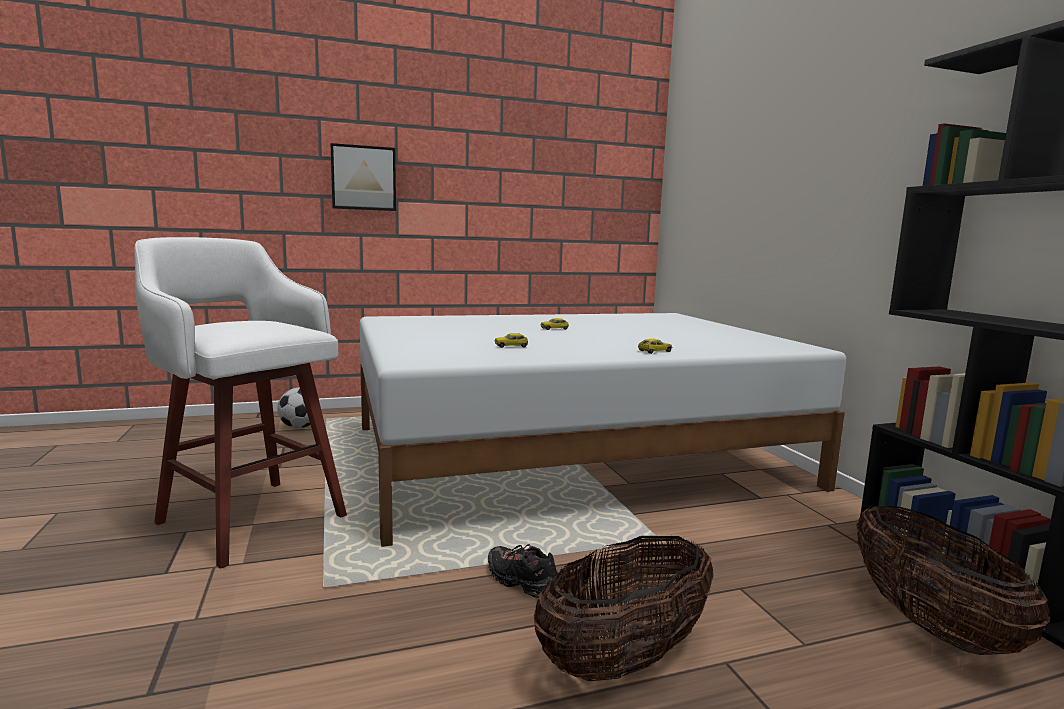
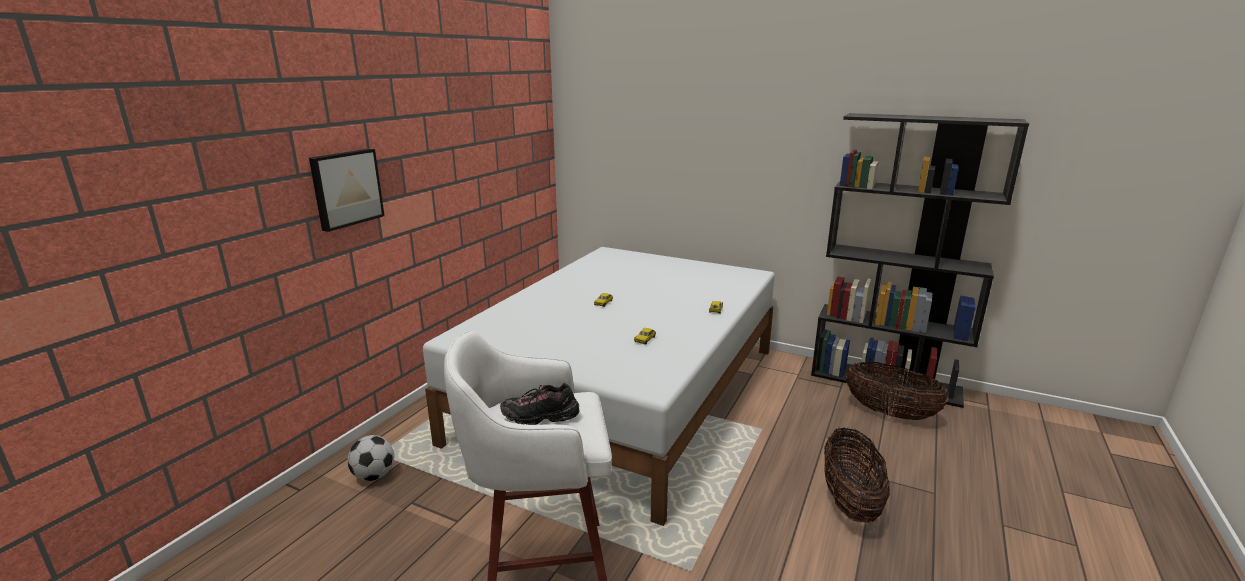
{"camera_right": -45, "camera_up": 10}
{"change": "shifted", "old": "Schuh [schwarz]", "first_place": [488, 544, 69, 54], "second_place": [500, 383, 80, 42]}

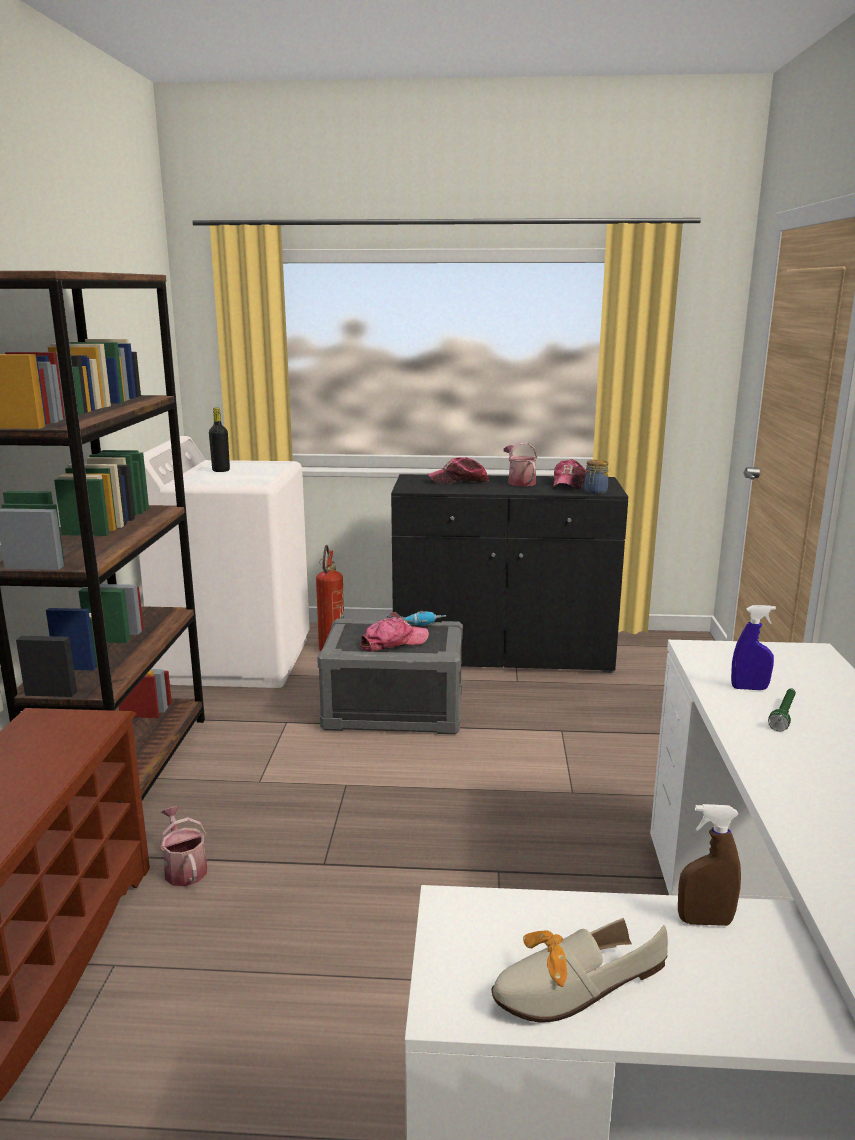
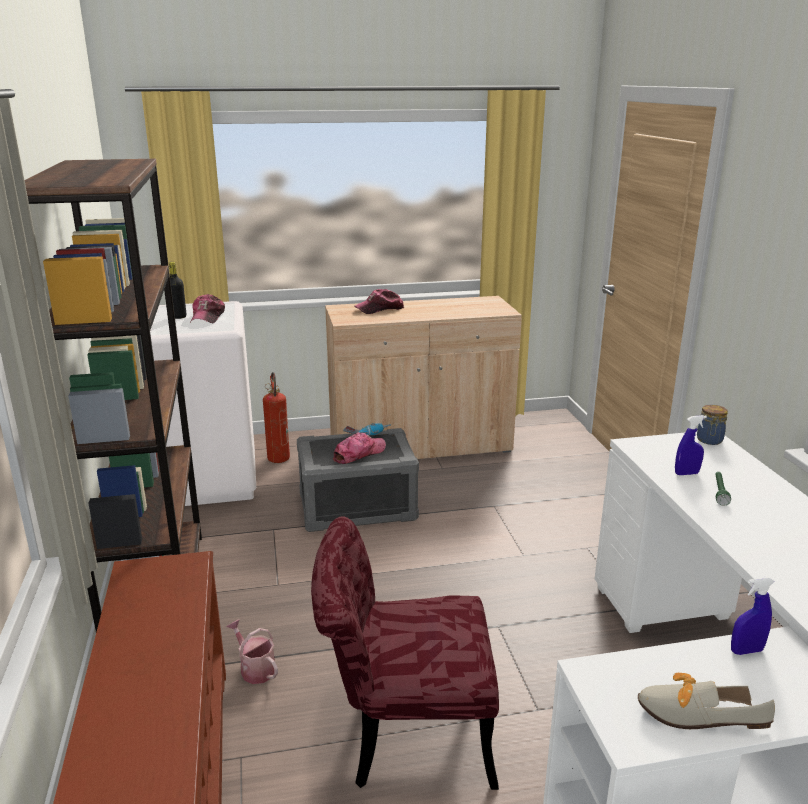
{"camera_right": -15, "camera_up": 5}
{"change": "gone", "old": "Gießkanne", "first_place": [503, 442, 34, 44]}
{"change": "shifted", "old": "Kappe", "first_place": [553, 459, 34, 31], "second_place": [190, 294, 35, 29]}
{"change": "shifted", "old": "Vorratsglas", "first_place": [584, 460, 25, 34], "second_place": [697, 405, 31, 40]}
{"change": "repainted", "old": "Schrank [schwarz]", "new": "Schrank [beige]", "first_place": [391, 474, 237, 199], "second_place": [325, 296, 197, 163]}
{"change": "repainted", "old": "Sprühflasche [braun]", "new": "Sprühflasche [blau]", "first_place": [678, 804, 63, 122], "second_place": [731, 576, 44, 79]}
{"change": "rotated", "old": "Schuh", "first_place": [491, 918, 177, 105], "second_place": [638, 673, 137, 56], "degrees": 45}
{"change": "new", "new": "Stuhl [rot]", "second_place": [311, 516, 188, 274]}

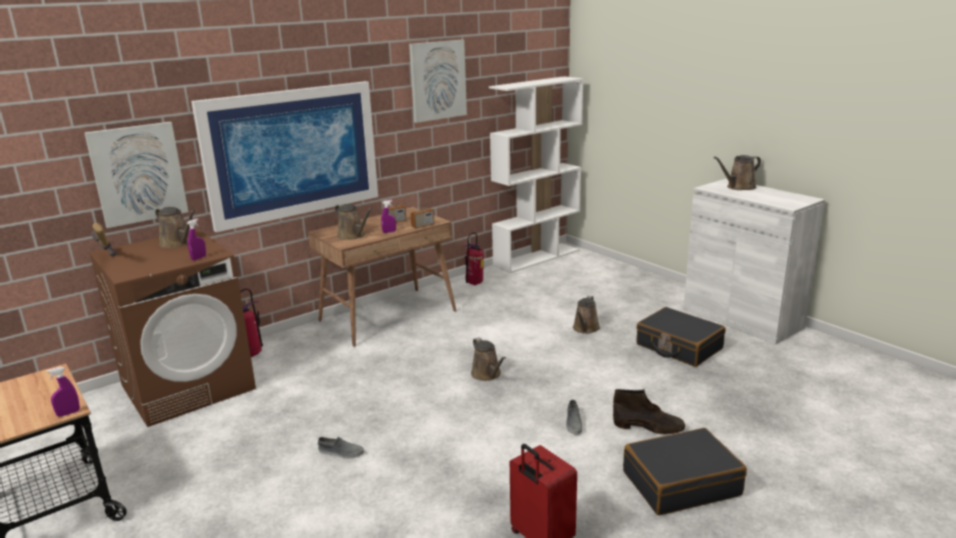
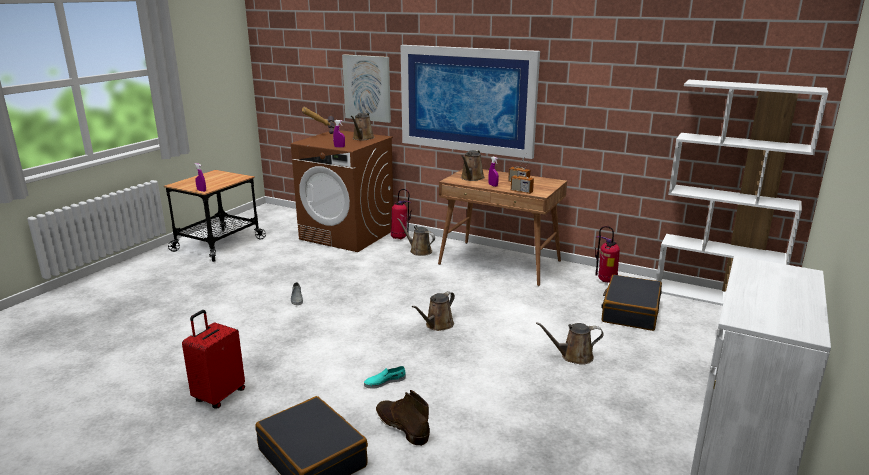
{"camera_right": 65, "camera_up": 0}
{"change": "gone", "old": "Bild", "first_place": [409, 40, 58, 83]}
{"change": "shifted", "old": "Gießkanne [braun]", "first_place": [714, 155, 47, 35], "second_place": [398, 218, 37, 38]}
{"change": "shifted", "old": "Koffer [schwarz]", "first_place": [636, 307, 89, 60], "second_place": [602, 275, 60, 56]}
{"change": "rotated", "old": "Stiefel [braun]", "first_place": [613, 389, 72, 46], "second_place": [376, 390, 54, 56], "degrees": 150}
{"change": "repainted", "old": "Schuh [grau]", "new": "Schuh [türkis]", "first_place": [566, 400, 16, 35], "second_place": [364, 366, 42, 23]}

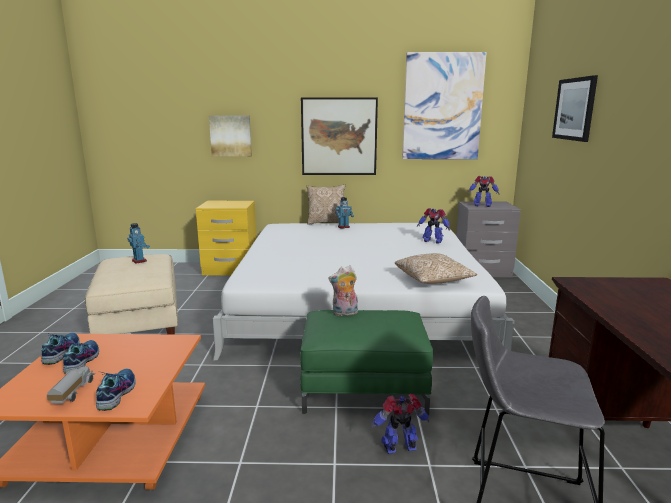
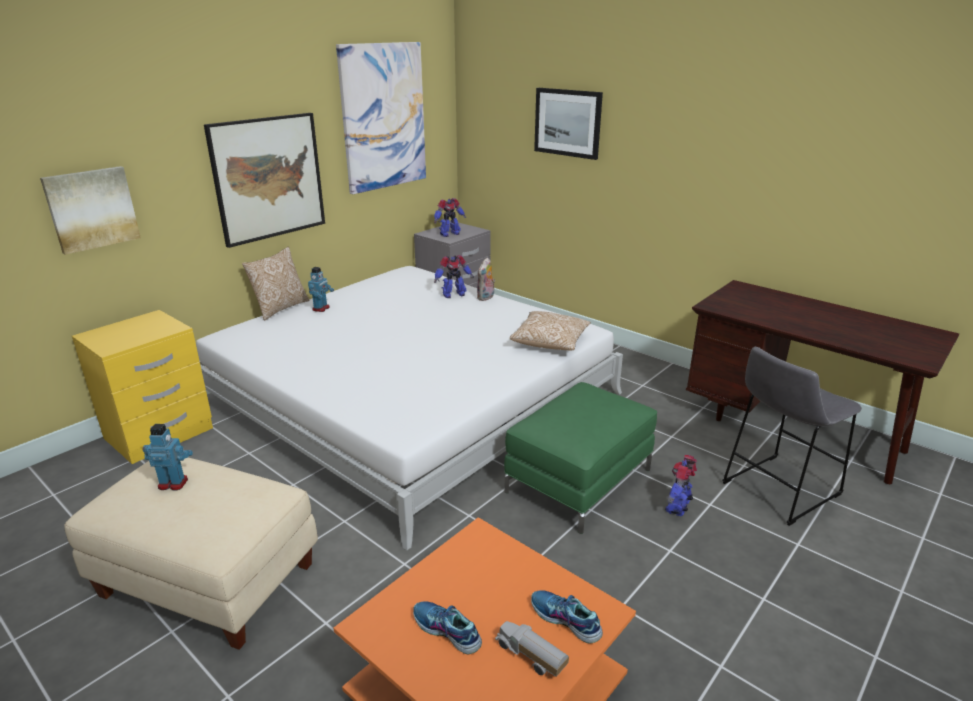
{"camera_right": -50, "camera_up": 10}
{"change": "shifted", "old": "Plüschtier", "first_place": [328, 266, 30, 50], "second_place": [477, 257, 18, 44]}
{"change": "gone", "old": "Schuh", "first_place": [41, 332, 39, 33]}

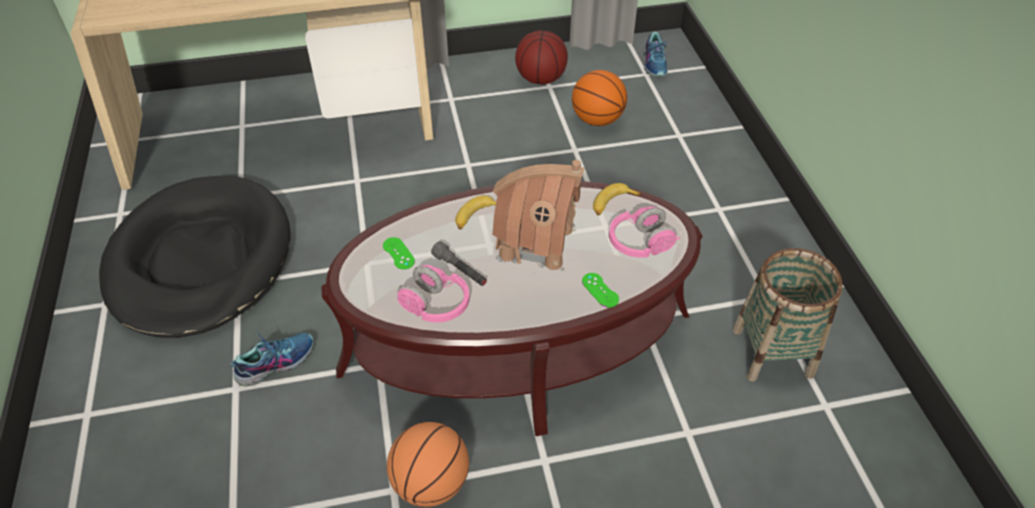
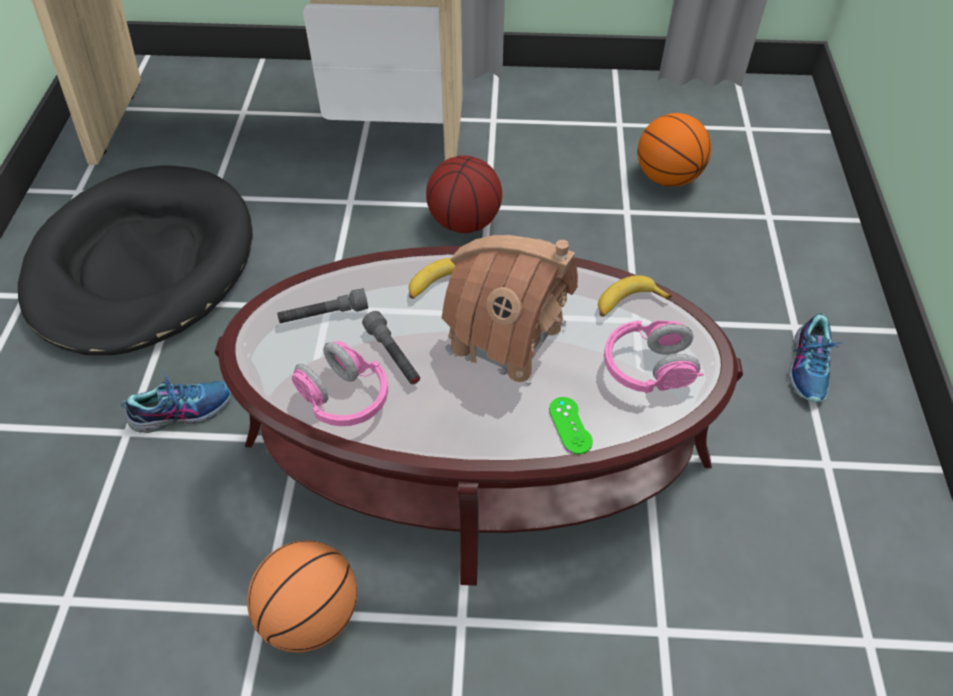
{"camera_right": 15, "camera_up": 5}
{"change": "shifted", "old": "Basketball", "first_place": [515, 30, 53, 54], "second_place": [426, 155, 76, 78]}
{"change": "shifted", "old": "Schuh", "first_place": [644, 32, 27, 44], "second_place": [788, 313, 58, 90]}
{"change": "swapped", "old": "Gamepad [grün]", "new": "Taschenlampe [grau]", "first_place": [383, 237, 32, 32], "second_place": [277, 288, 91, 35]}
{"change": "gone", "old": "Korb", "first_place": [733, 248, 110, 134]}

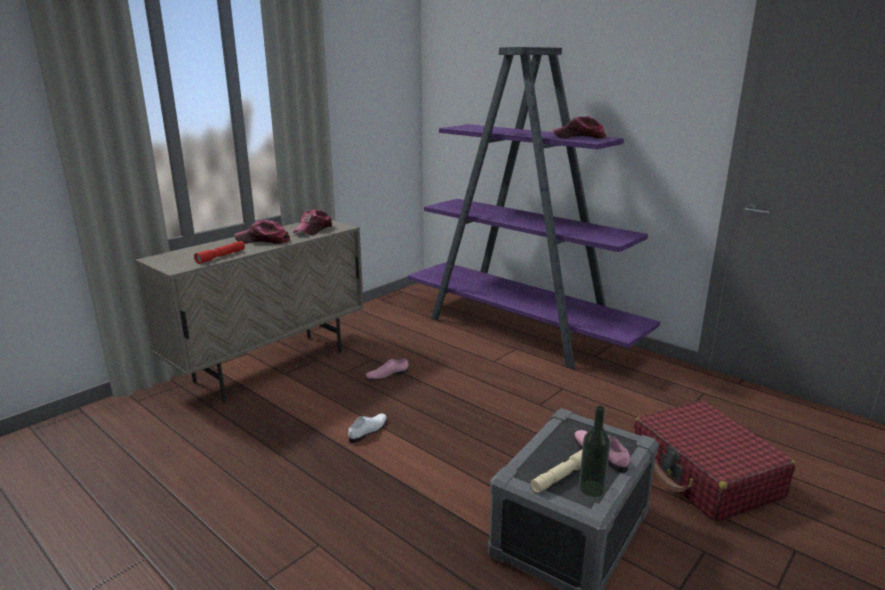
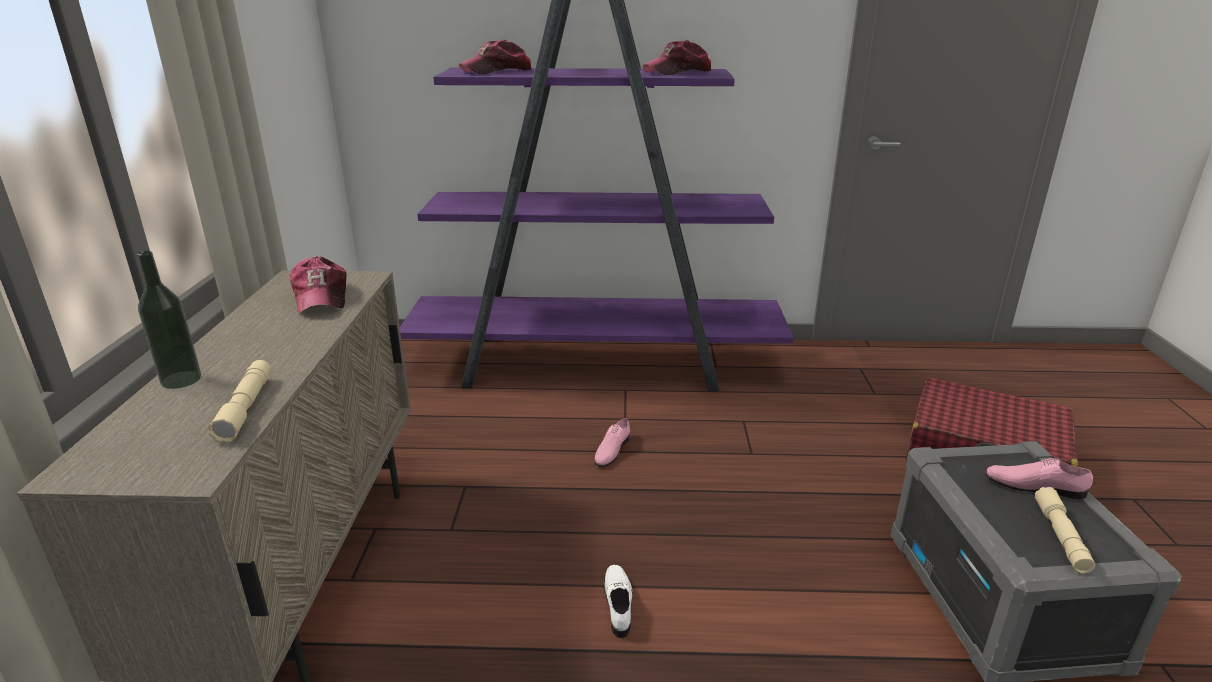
{"camera_right": -40, "camera_up": 5}
{"change": "shifted", "old": "Kappe", "first_place": [235, 220, 55, 24], "second_place": [459, 39, 74, 35]}
{"change": "repainted", "old": "Taschenlampe [rot]", "new": "Taschenlampe [beige]", "first_place": [194, 241, 51, 23], "second_place": [208, 360, 63, 83]}
{"change": "shifted", "old": "Schuh [rosa]", "first_place": [366, 359, 42, 21], "second_place": [594, 418, 36, 49]}
{"change": "shifted", "old": "Flasche", "first_place": [579, 405, 31, 92], "second_place": [137, 251, 64, 138]}

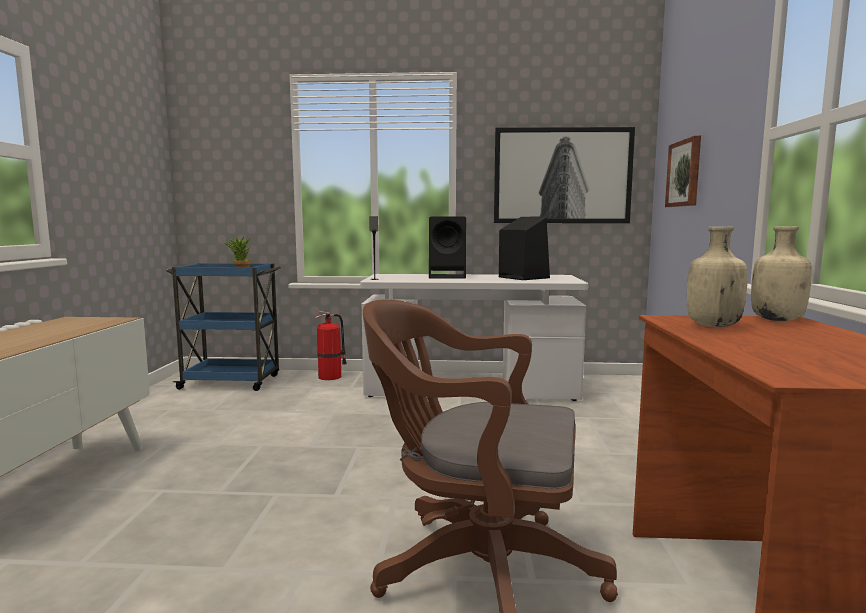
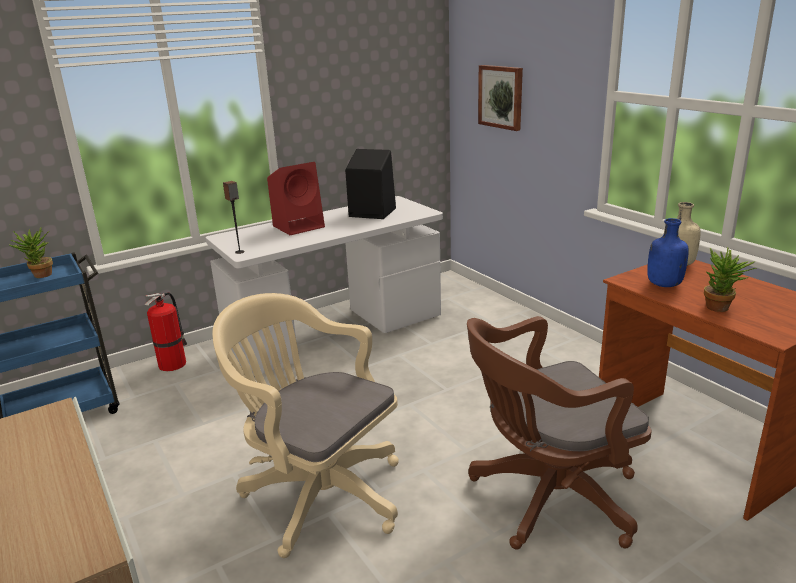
{"camera_right": -35, "camera_up": 15}
{"change": "gone", "old": "Bild", "first_place": [494, 127, 141, 96]}
{"change": "repainted", "old": "Lautsprecher [schwarz]", "new": "Lautsprecher [rot]", "first_place": [429, 217, 37, 62], "second_place": [267, 162, 58, 73]}
{"change": "repainted", "old": "Flasche [beige]", "new": "Flasche [blau]", "first_place": [687, 227, 61, 100], "second_place": [647, 218, 42, 69]}
{"change": "new", "new": "Topfpflanze", "second_place": [704, 247, 52, 65]}
{"change": "new", "new": "Bürostuhl [beige]", "second_place": [212, 293, 187, 265]}

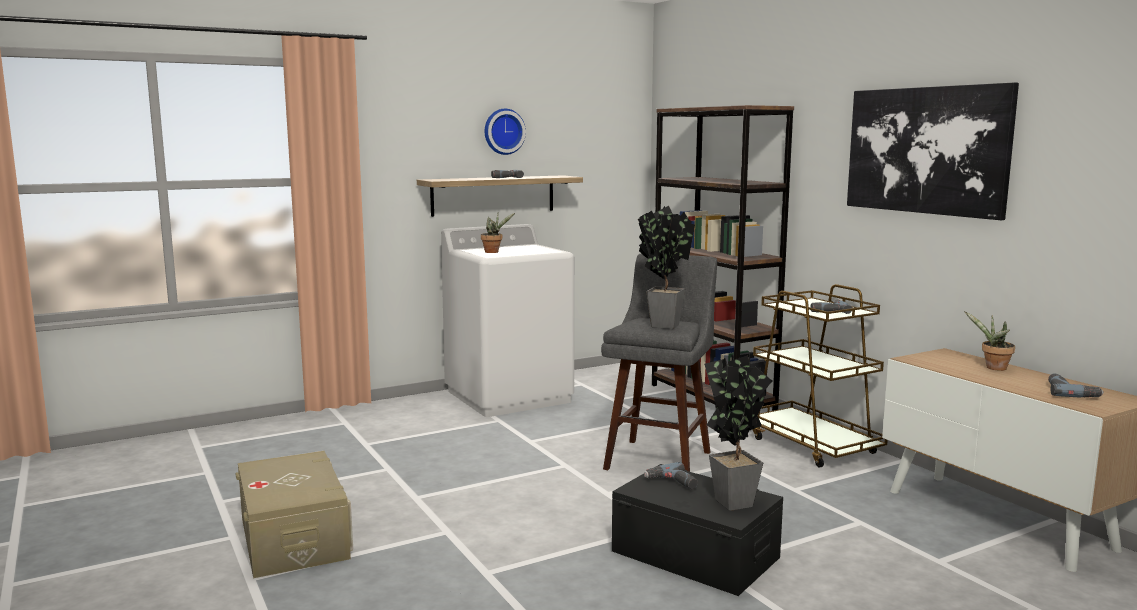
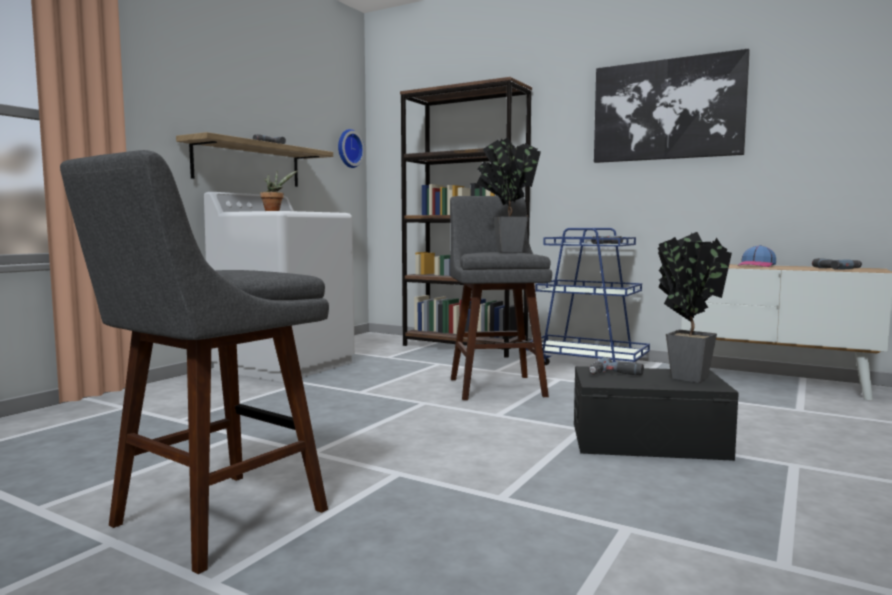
{"camera_right": -30, "camera_up": -5}
{"change": "shifted", "old": "Wanduhr", "first_place": [485, 109, 41, 46], "second_place": [338, 129, 27, 39]}
{"change": "repainted", "old": "Rollwagen [braun]", "new": "Rollwagen [blau]", "first_place": [753, 284, 135, 184], "second_place": [526, 228, 124, 137]}
{"change": "swapped", "old": "Topfpflanze", "new": "Kappe", "first_place": [964, 311, 51, 60], "second_place": [737, 245, 39, 22]}
{"change": "swapped", "old": "Aufbewahrungsbox [beige]", "new": "Hocker [grau]", "first_place": [236, 451, 117, 127], "second_place": [60, 150, 269, 424]}

